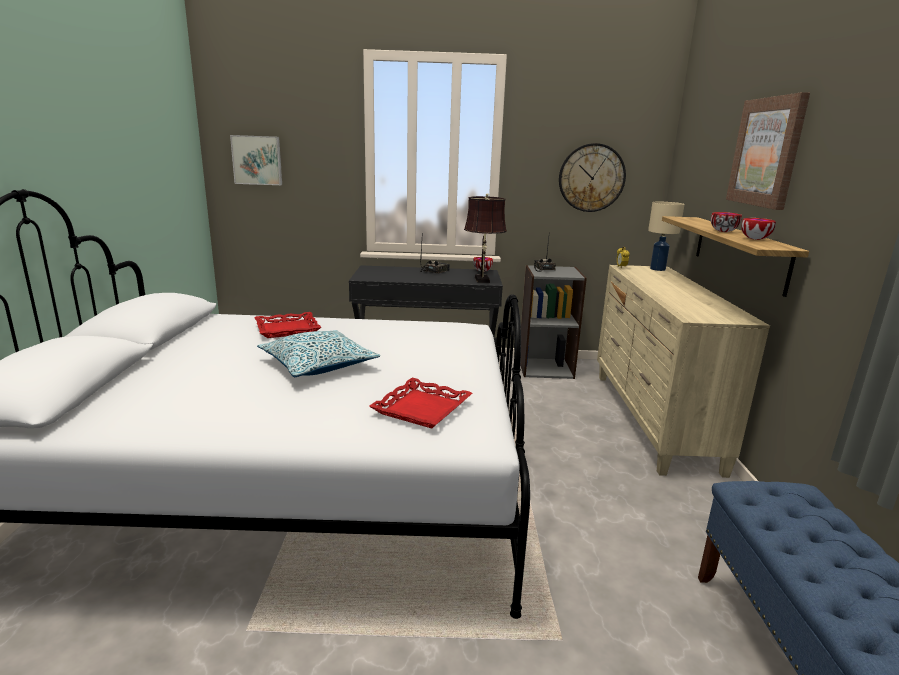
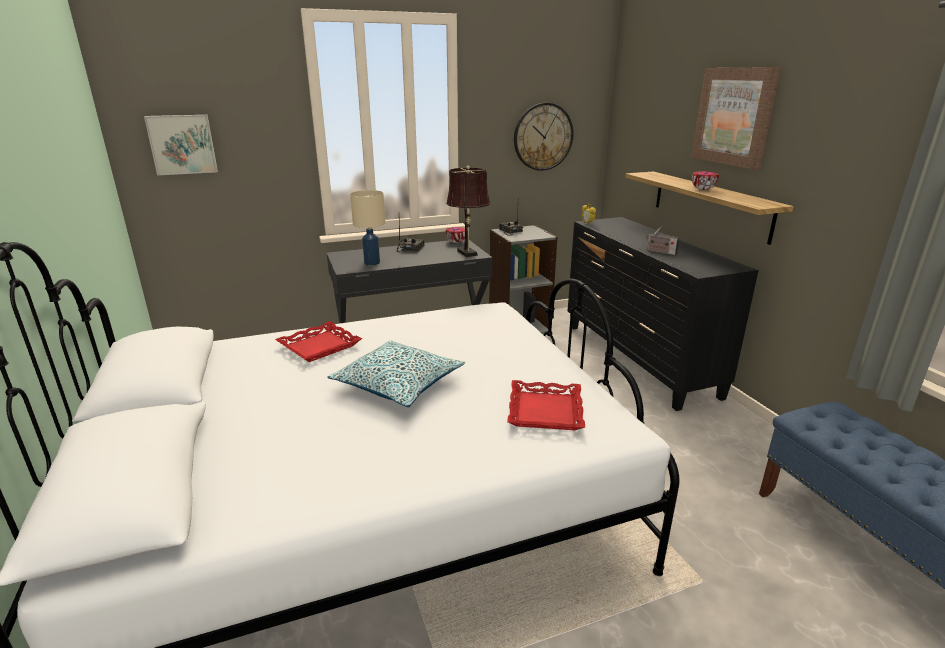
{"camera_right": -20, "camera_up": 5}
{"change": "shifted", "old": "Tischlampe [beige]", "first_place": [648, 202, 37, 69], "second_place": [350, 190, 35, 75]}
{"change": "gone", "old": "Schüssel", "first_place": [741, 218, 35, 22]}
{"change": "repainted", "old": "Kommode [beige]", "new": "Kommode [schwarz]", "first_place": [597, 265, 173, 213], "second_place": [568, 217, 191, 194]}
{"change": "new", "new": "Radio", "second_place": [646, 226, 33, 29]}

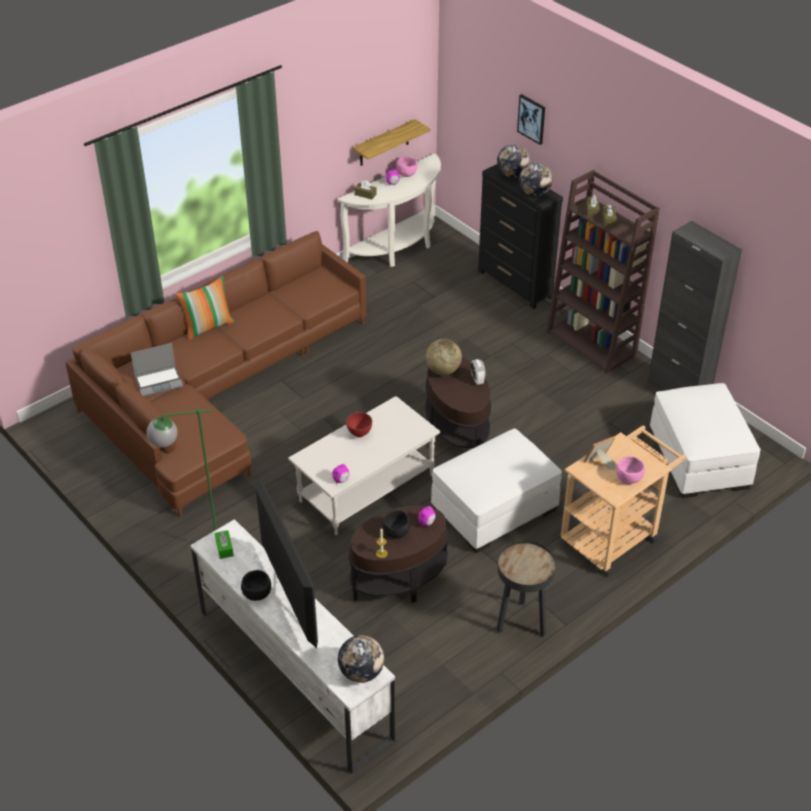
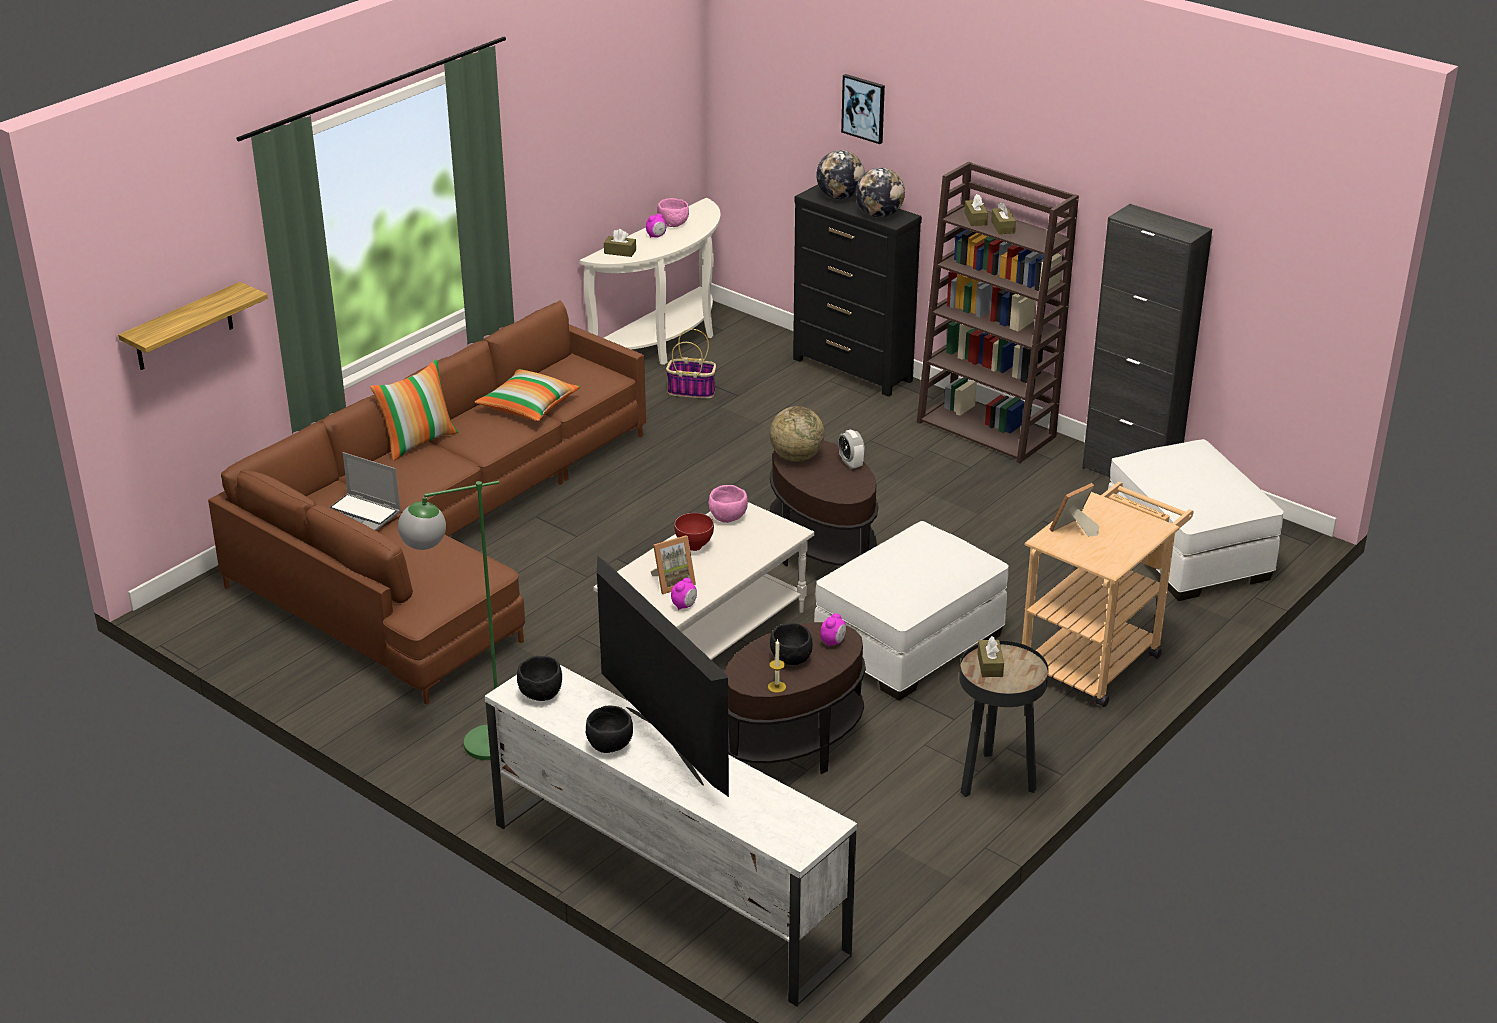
{"camera_right": -10, "camera_up": -10}
{"change": "shifted", "old": "Wandregal", "first_place": [352, 119, 78, 47], "second_place": [118, 282, 150, 88]}
{"change": "rotated", "old": "Laptop", "first_place": [131, 343, 52, 54], "second_place": [329, 452, 72, 79], "degrees": 60}
{"change": "shifted", "old": "Schüssel [rosa]", "first_place": [616, 456, 29, 28], "second_place": [709, 485, 39, 38]}
{"change": "swapped", "old": "Taschentuchbox [grün]", "new": "Schüssel [schwarz]", "first_place": [215, 530, 19, 29], "second_place": [517, 656, 45, 45]}
{"change": "gone", "old": "Globus", "first_place": [338, 635, 46, 48]}
{"change": "new", "new": "Korb", "second_place": [666, 329, 50, 70]}
{"change": "new", "new": "Kissen", "second_place": [475, 369, 106, 52]}
{"change": "new", "new": "Bilderrahmen", "second_place": [650, 535, 46, 59]}
{"change": "new", "new": "Taschentuchbox [braun]", "second_place": [977, 636, 27, 41]}

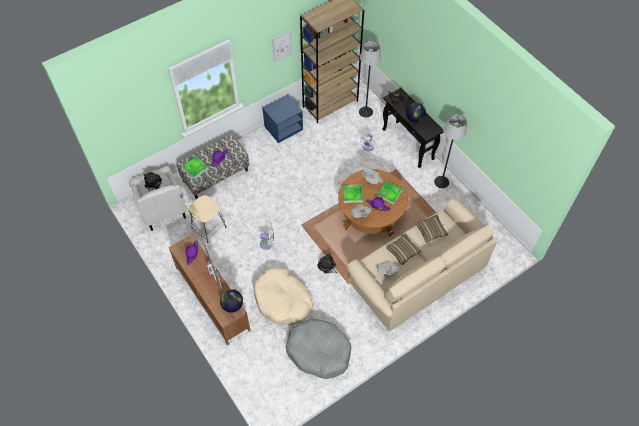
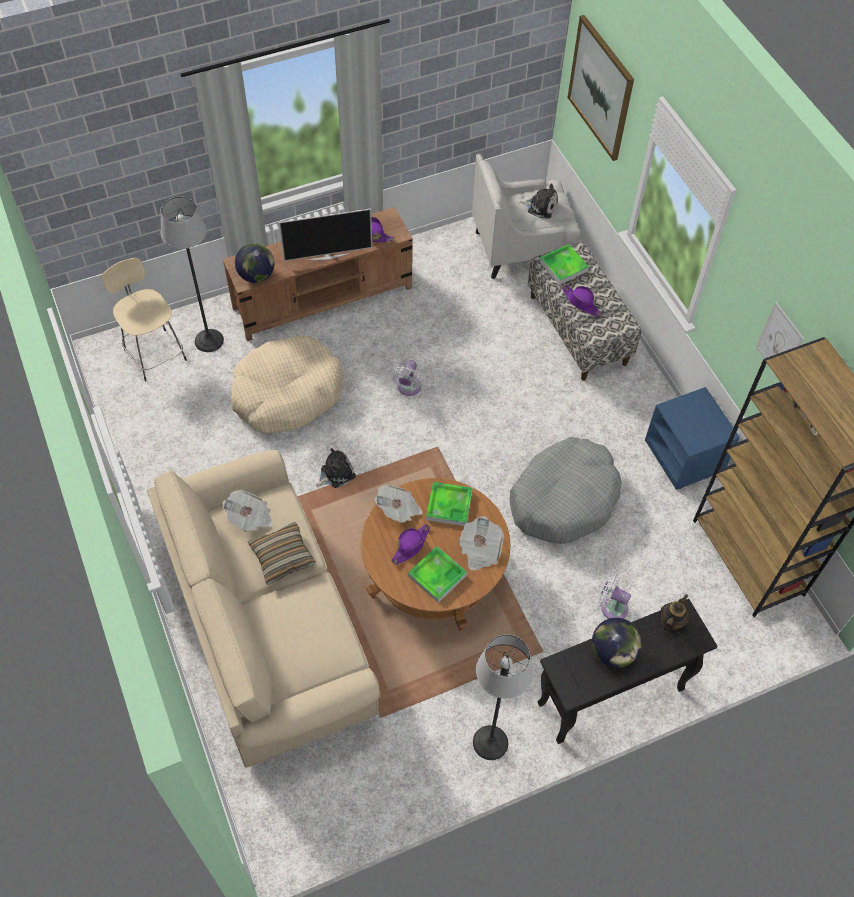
{"camera_right": 100, "camera_up": 0}
{"change": "shifted", "old": "Stehlampe", "first_place": [359, 41, 22, 77], "second_place": [160, 196, 64, 156]}
{"change": "shifted", "old": "Hocker [beige]", "first_place": [181, 195, 46, 48], "second_place": [102, 258, 85, 123]}
{"change": "gone", "old": "Kissen", "first_place": [416, 215, 32, 28]}
{"change": "shifted", "old": "Hundebett [grau]", "first_place": [286, 319, 66, 60], "second_place": [509, 437, 113, 107]}
{"change": "new", "new": "Bild", "second_place": [567, 15, 67, 146]}

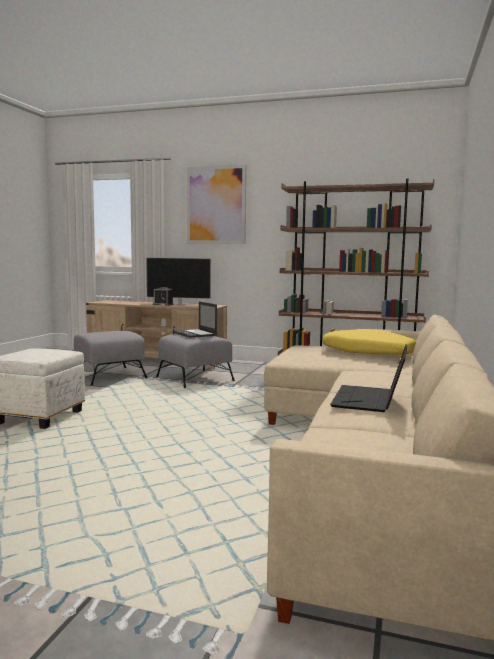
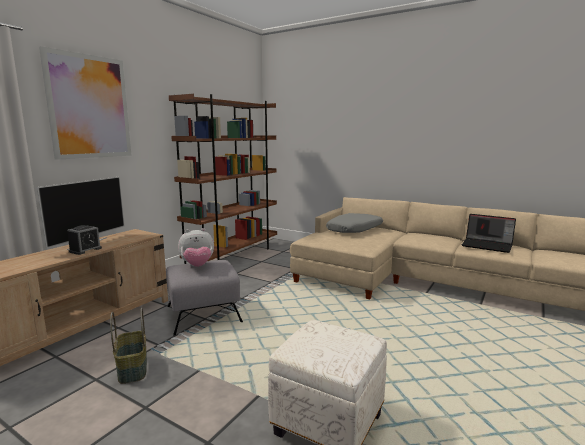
{"camera_right": -75, "camera_up": 5}
{"change": "swapped", "old": "Laptop", "new": "Plüschtier", "first_place": [173, 301, 44, 37], "second_place": [178, 228, 36, 39]}
{"change": "repainted", "old": "Kissen [gelb]", "new": "Kissen [grau]", "first_place": [322, 329, 94, 26], "second_place": [326, 213, 57, 20]}
{"change": "swapped", "old": "Polsterhocker [grau]", "new": "Korb", "first_place": [74, 331, 73, 54], "second_place": [110, 308, 37, 76]}

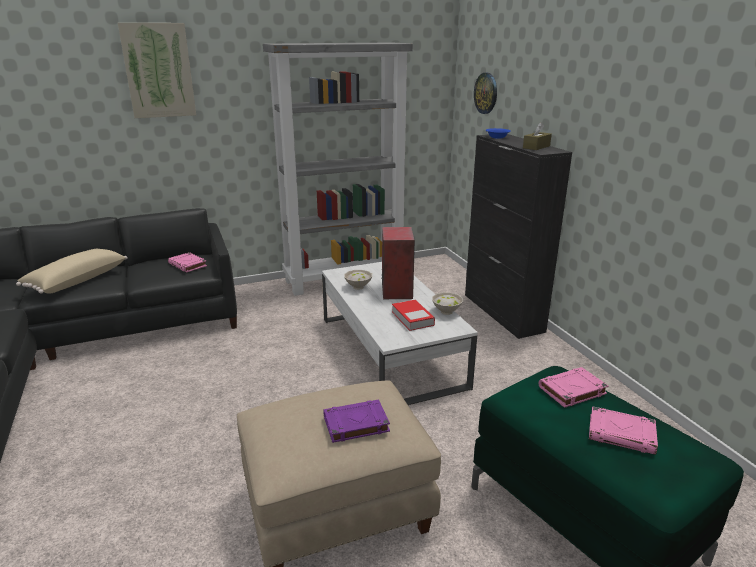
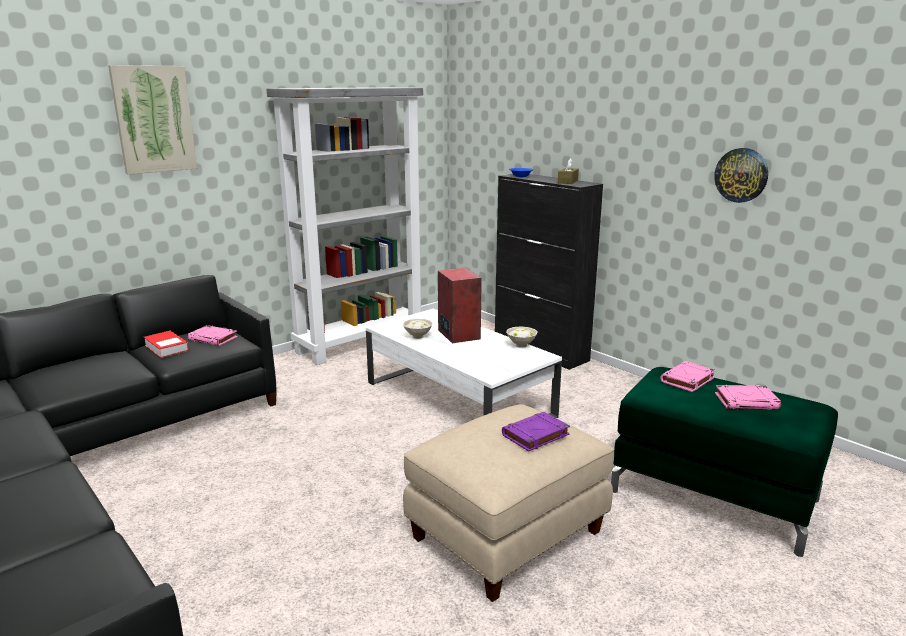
{"camera_right": -20, "camera_up": -5}
{"change": "shifted", "old": "Wanduhr", "first_place": [474, 73, 23, 41], "second_place": [714, 148, 54, 55]}
{"change": "gone", "old": "Kissen [beige]", "first_place": [16, 249, 112, 45]}
{"change": "shifted", "old": "Buch", "first_place": [392, 300, 43, 31], "second_place": [144, 331, 45, 27]}

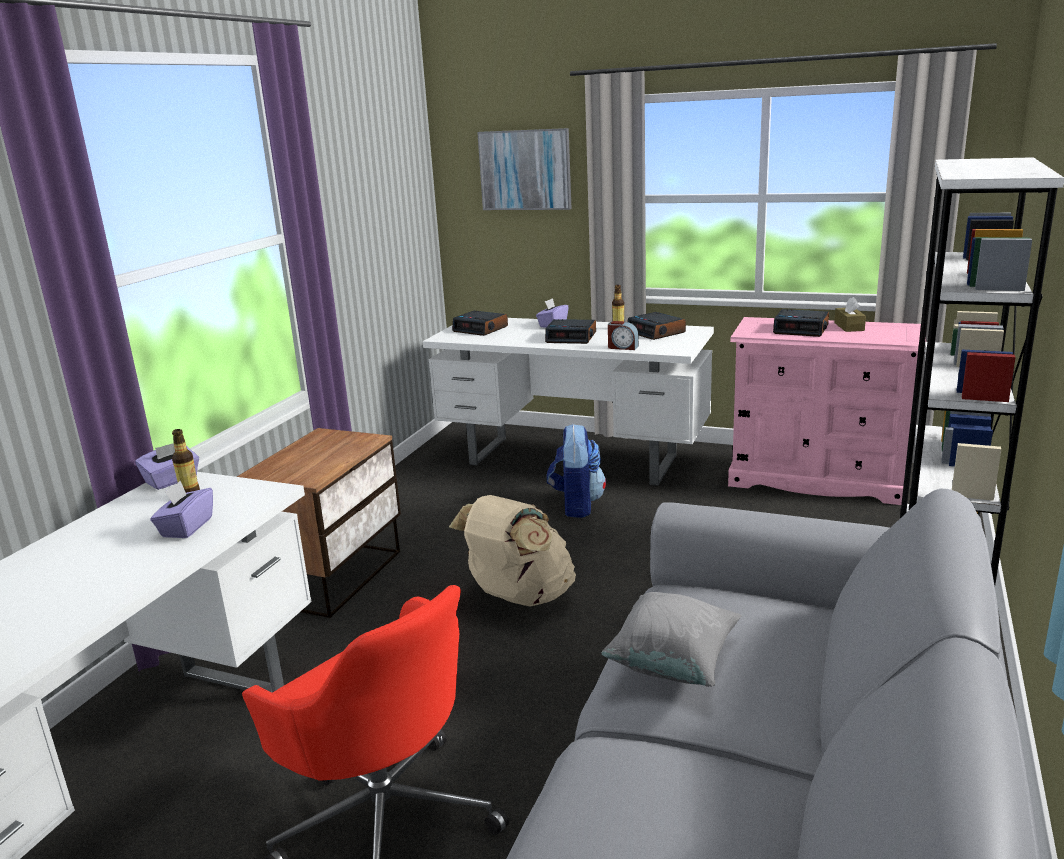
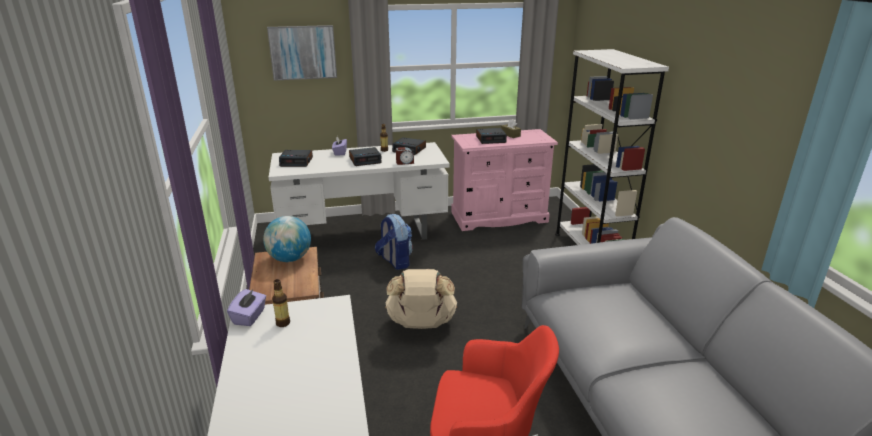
{"camera_right": -35, "camera_up": 5}
{"change": "gone", "old": "Taschentuchbox [lila]", "first_place": [150, 481, 63, 57]}
{"change": "gone", "old": "Kissen [grau]", "first_place": [601, 592, 140, 95]}
{"change": "new", "new": "Globus", "second_place": [263, 216, 48, 46]}

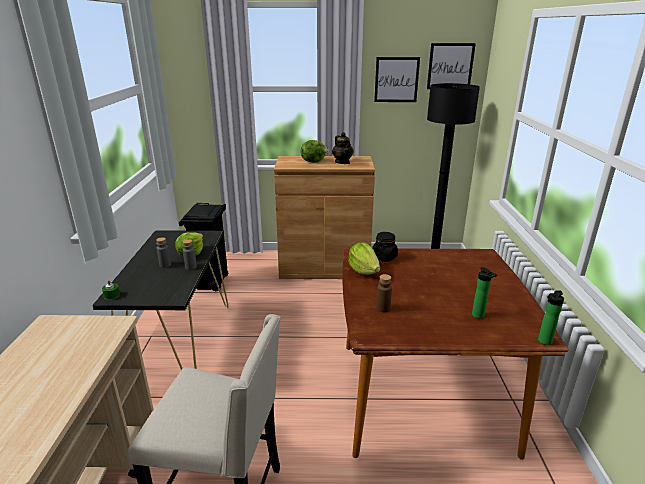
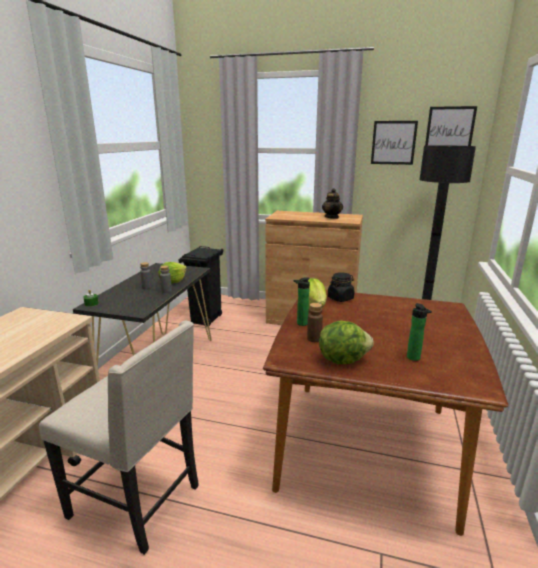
{"camera_right": 15, "camera_up": -5}
{"change": "shifted", "old": "Salatkopf", "first_place": [301, 140, 28, 23], "second_place": [319, 321, 55, 43]}
{"change": "shifted", "old": "Flasche", "first_place": [538, 290, 26, 55], "second_place": [293, 277, 17, 49]}

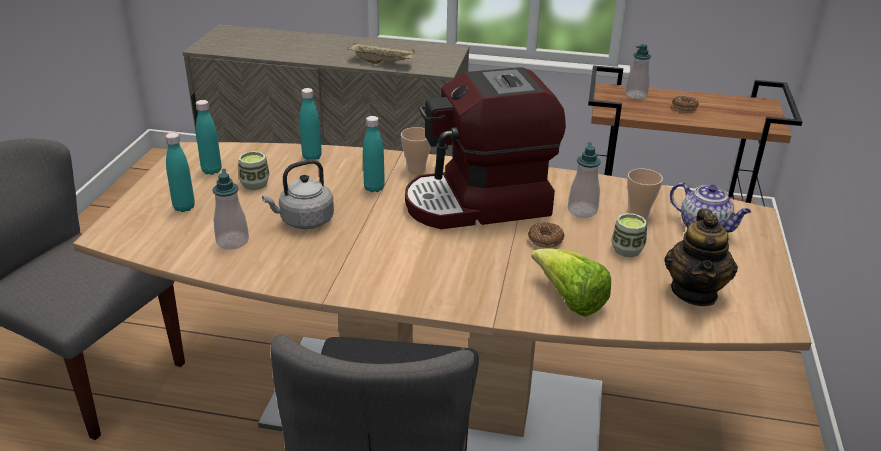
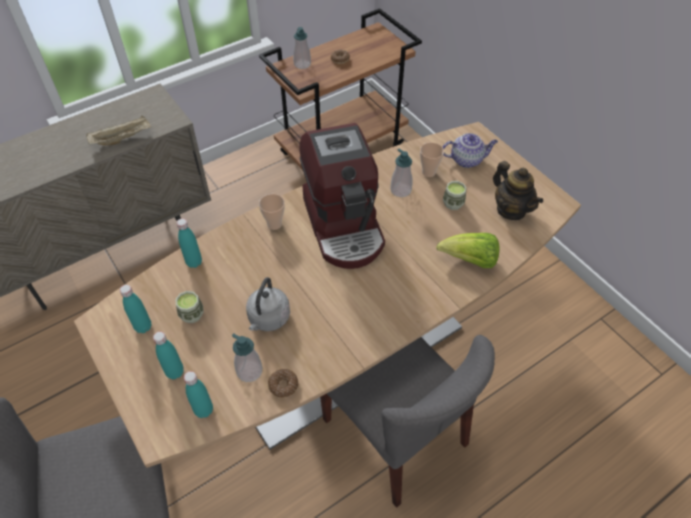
{"camera_right": -45, "camera_up": 20}
{"change": "rotated", "old": "Kaffeemaschine", "first_place": [405, 67, 161, 162], "second_place": [299, 123, 86, 146], "degrees": -45}
{"change": "shifted", "old": "Flasche [türkis]", "first_place": [363, 116, 22, 76], "second_place": [184, 371, 29, 47]}
{"change": "shifted", "old": "Donut", "first_place": [528, 222, 36, 26], "second_place": [268, 369, 31, 29]}

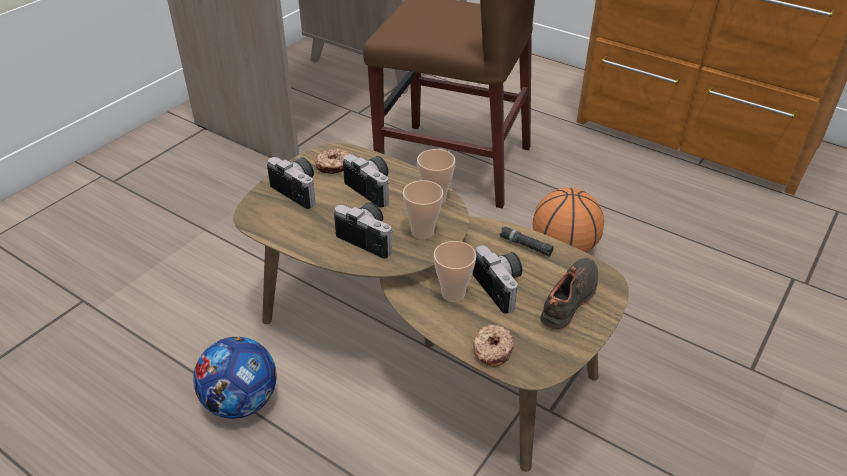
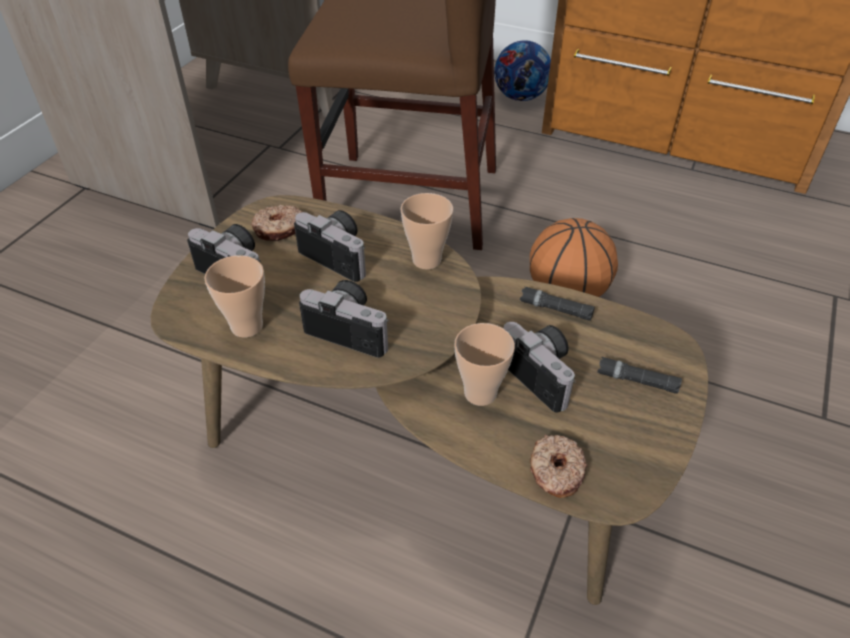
{"camera_right": -10, "camera_up": 5}
{"change": "shifted", "old": "Tasse", "first_place": [403, 180, 40, 59], "second_place": [204, 255, 61, 83]}
{"change": "swapped", "old": "Schuh [schwarz]", "new": "Taschenlampe [schwarz]", "first_place": [540, 258, 58, 72], "second_place": [597, 357, 85, 37]}
{"change": "shifted", "old": "Fußball", "first_place": [193, 337, 84, 82], "second_place": [494, 40, 57, 61]}

